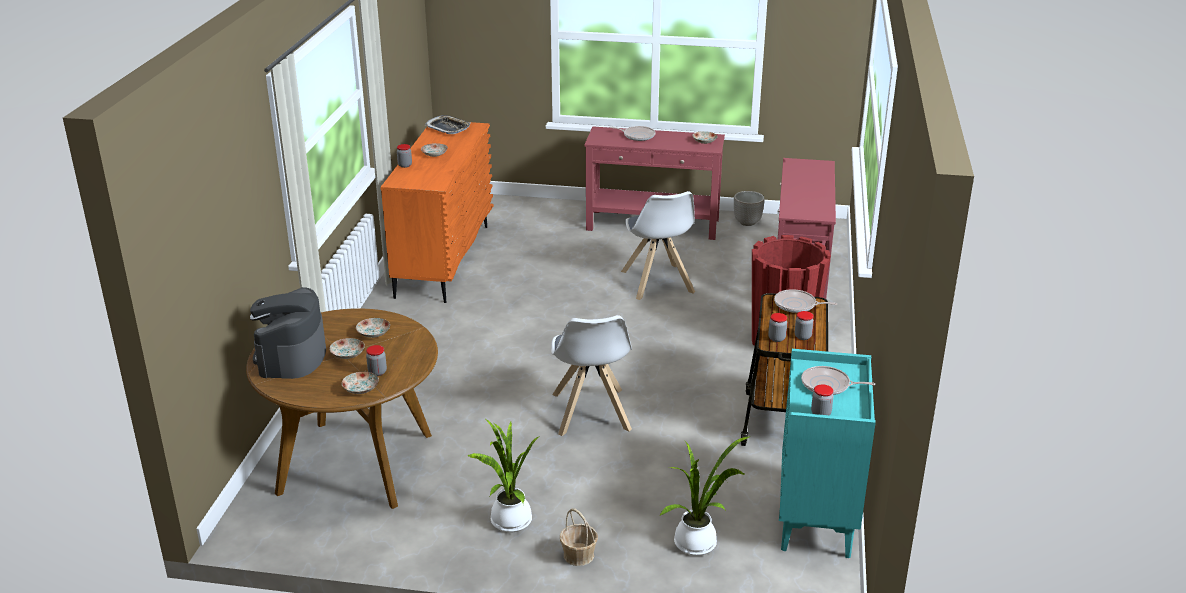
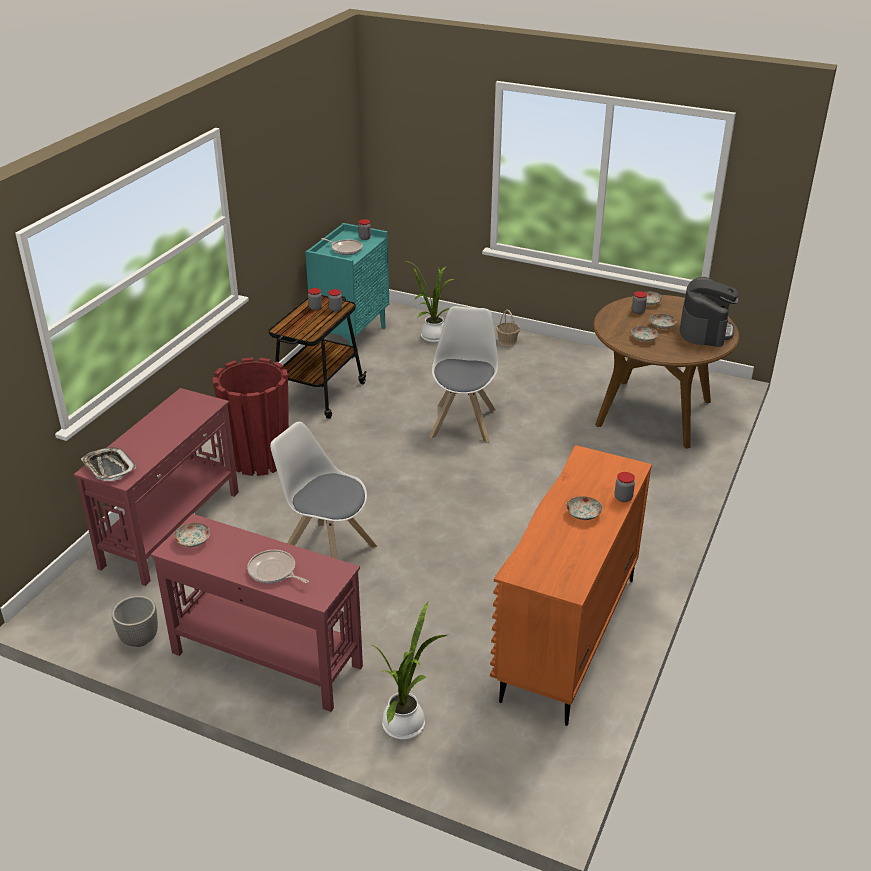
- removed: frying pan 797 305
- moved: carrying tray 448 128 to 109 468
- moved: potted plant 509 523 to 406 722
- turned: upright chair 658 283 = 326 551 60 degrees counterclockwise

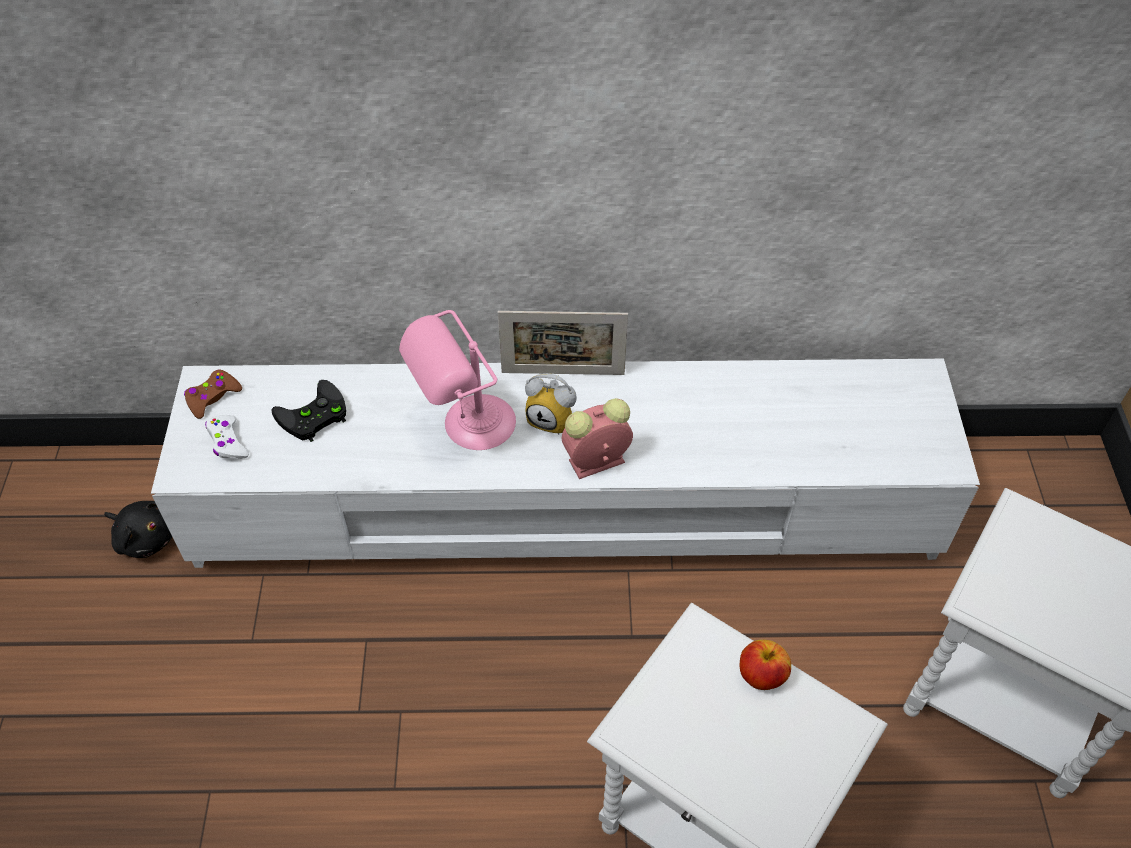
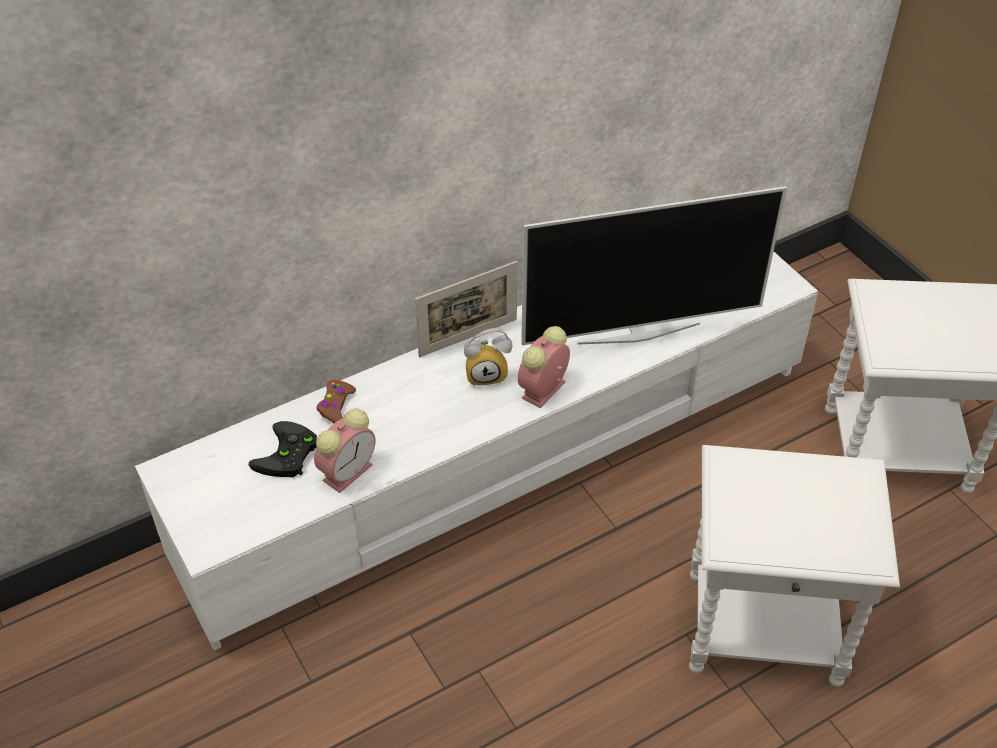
- removed: soft toy (black-coloured) 145 537
- removed: game controller (whitish) 228 442
- removed: lamp for a table (pink-coloured) 467 429
- removed: whole apple 761 676
- added: bedside clock 348 471
- added: TV 638 332
- moved: game controller (brownish) 212 397 to 336 406

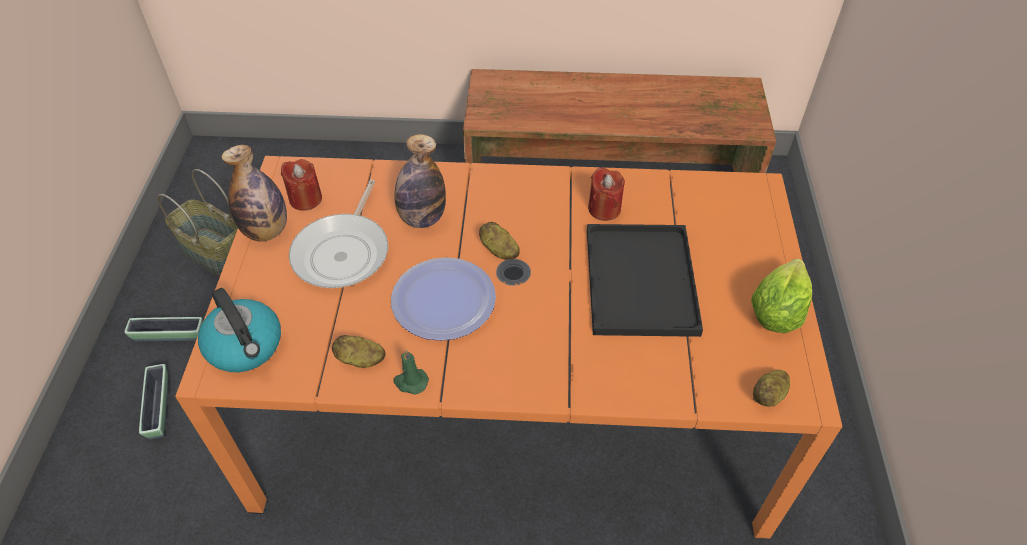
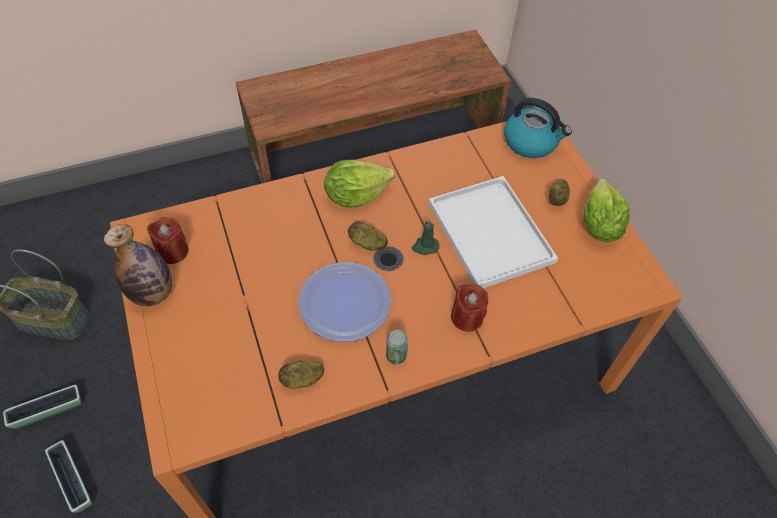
- removed: frying pan 344 252
- removed: drink bottle 422 218
- added: lettuce head 355 195
- added: sealed can 396 356
- moved: tea kettle 246 346 to 531 142
- moved: candle (greenish) 410 382 to 425 246
- moved: candle (red-coloured) 604 209 to 467 317
- moved: spud 769 396 to 557 199
- recoloured: carrying tray (black-coloured) 638 278 to carrying tray (whitish) 488 231

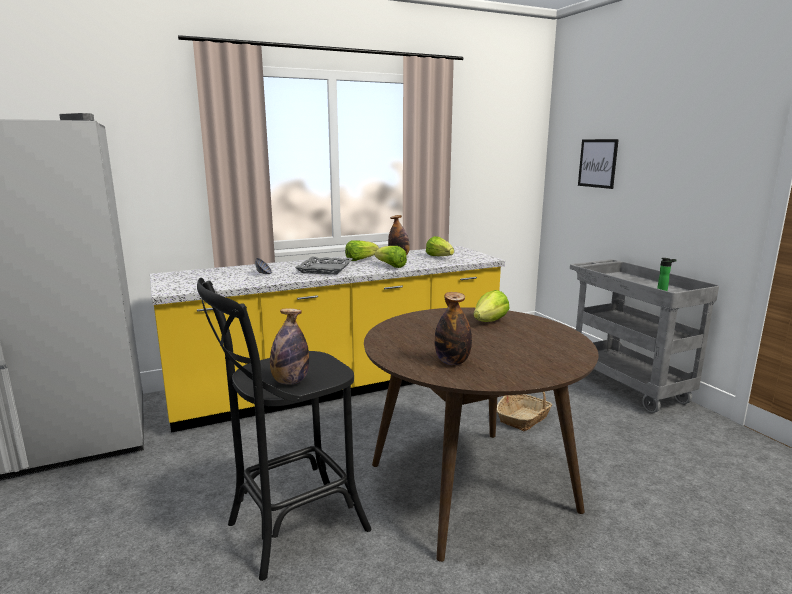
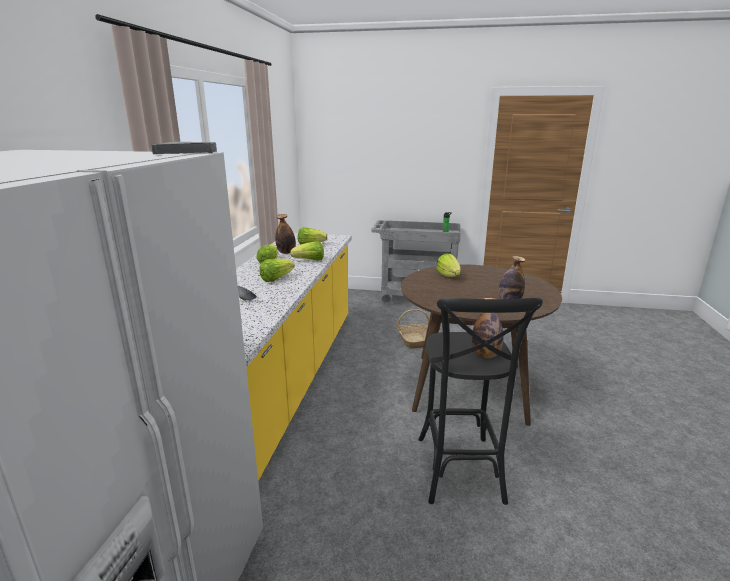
- removed: picture 597 163
- replaced: carrying tray (grey) 324 269 to lettuce head 276 279

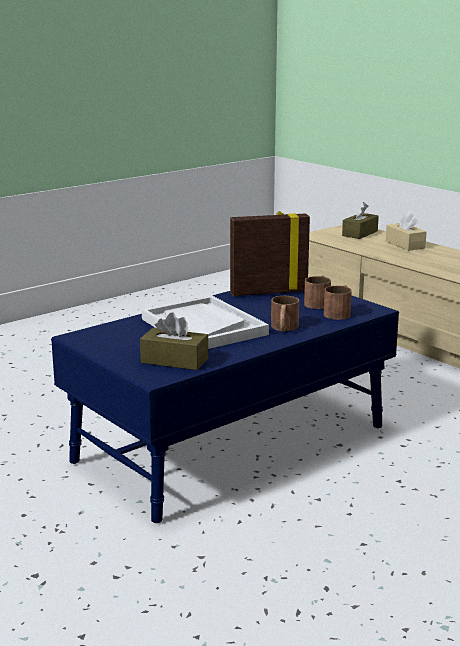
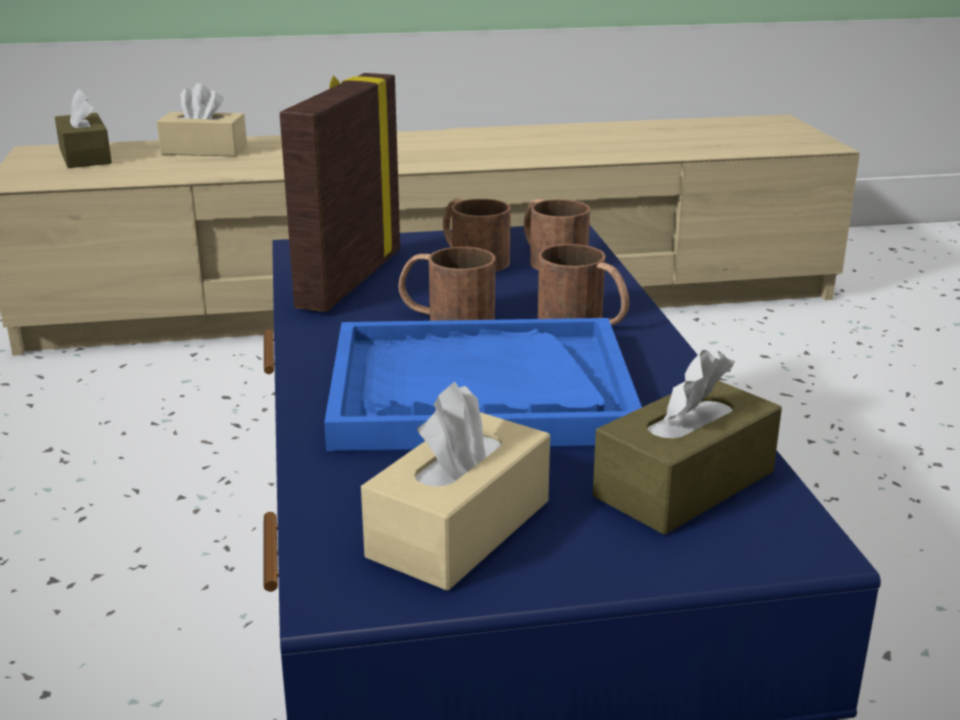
- added: tissue box (beige) 459 528
- added: tea mug (brownish) 446 317
- recoloured: carrying tray (whitish) 203 326 to carrying tray (blue-coloured) 479 391

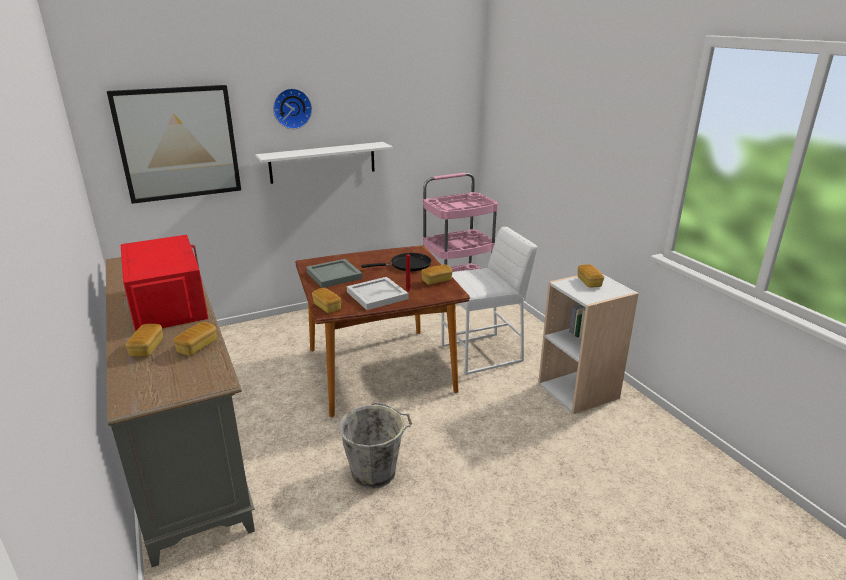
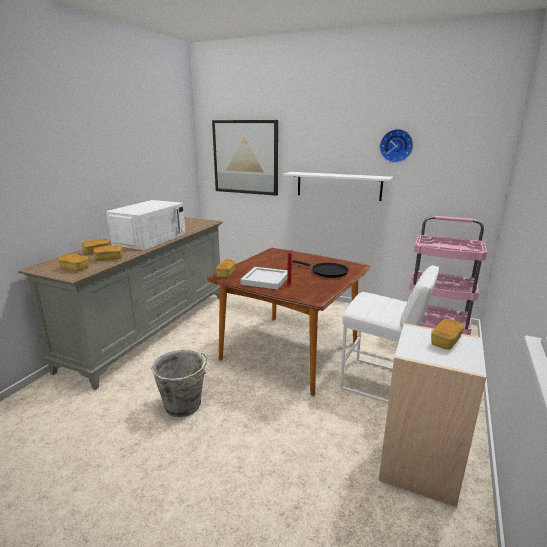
- removed: carrying tray (grey) 333 275
- moved: wall clock 292 108 to 396 146
- moved: bakery bread 436 281 to 74 268
- recoloured: microwave (red-coloured) 167 303 to microwave (whitish) 150 238

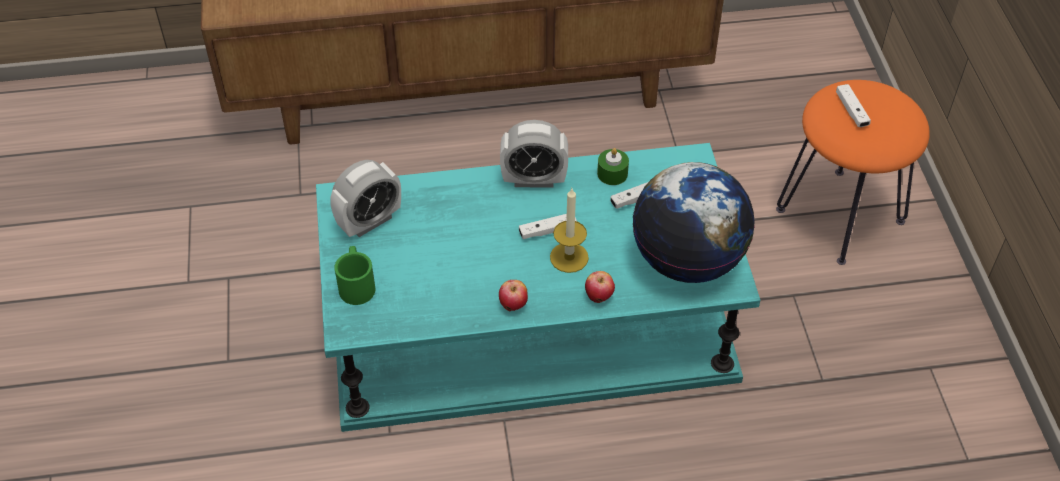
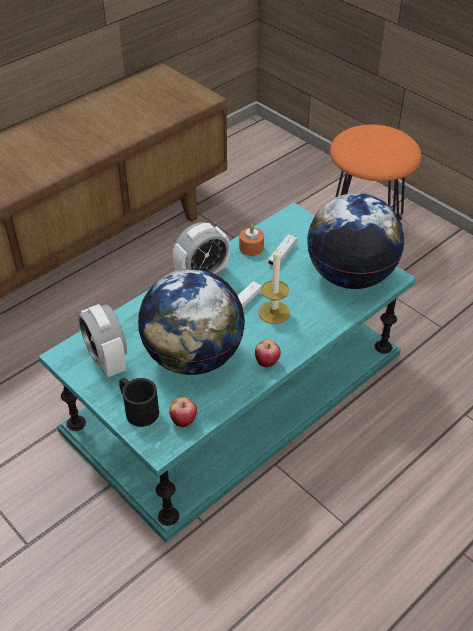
- removed: game controller (whitish) 851 111
- added: globe 193 357
- moved: whole apple 599 297 to 184 421
- recoloured: tea mug (greenish) 356 283 to tea mug (black-coloured) 137 409
- recoloured: candle (greenish) 612 174 to candle (orangey) 251 247
- turned: bedside clock 369 221 = 107 360 135 degrees clockwise

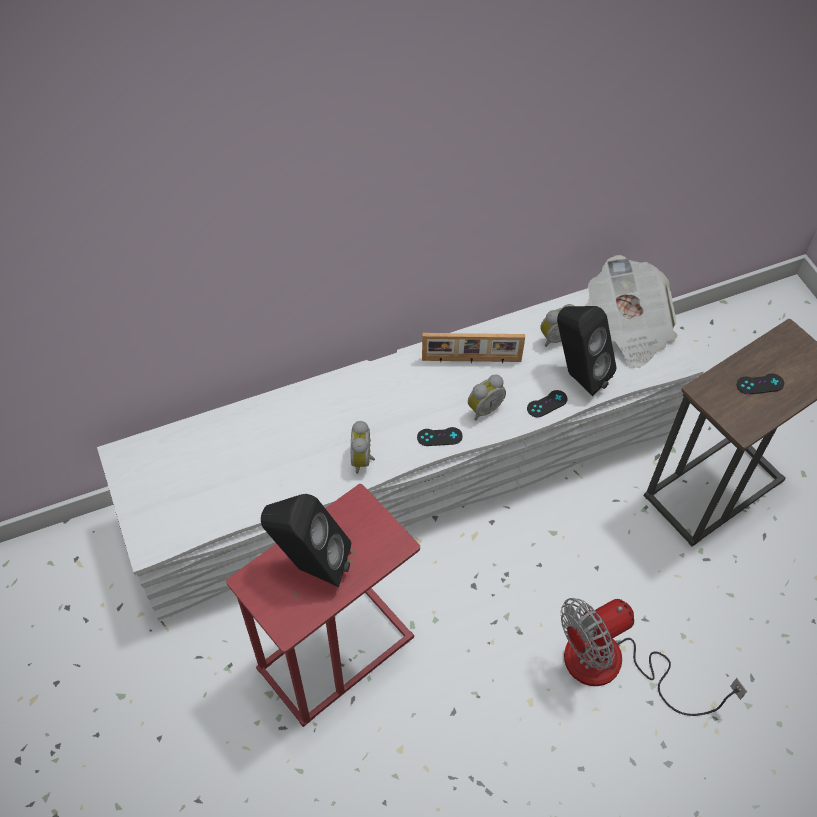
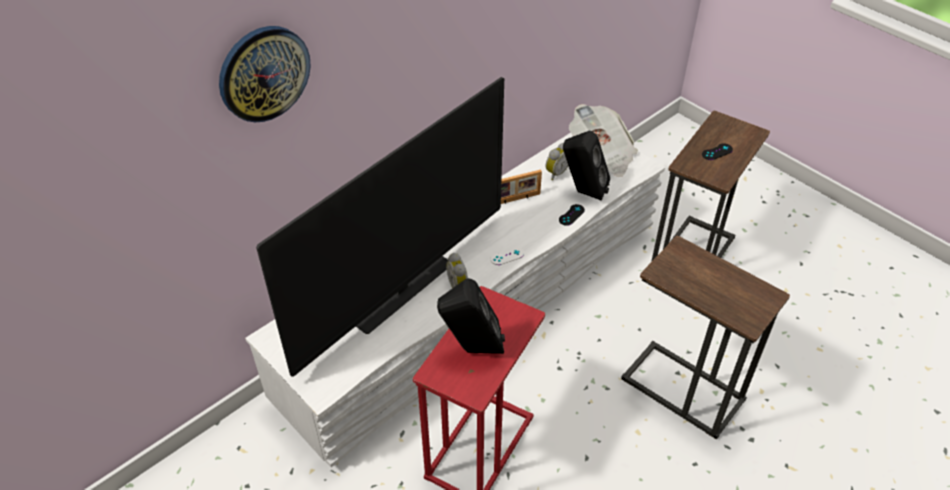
- removed: bedside clock 483 408
- added: wall clock 264 73
- added: TV 403 292
- replaced: fan 614 667 to accent table (brownish) 684 389
- recoloured: game controller (black-coloured) 439 437 to game controller (whitish) 507 256

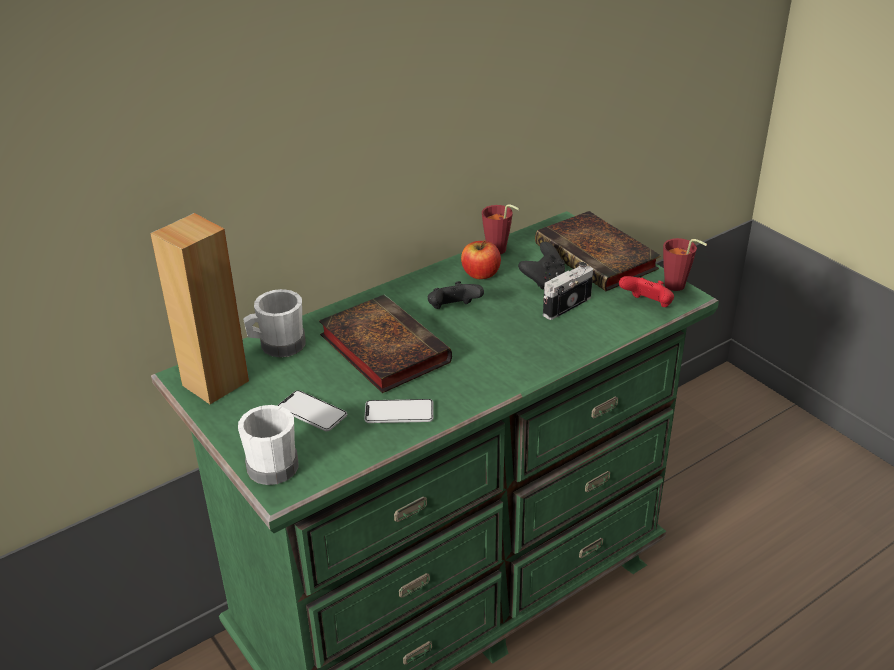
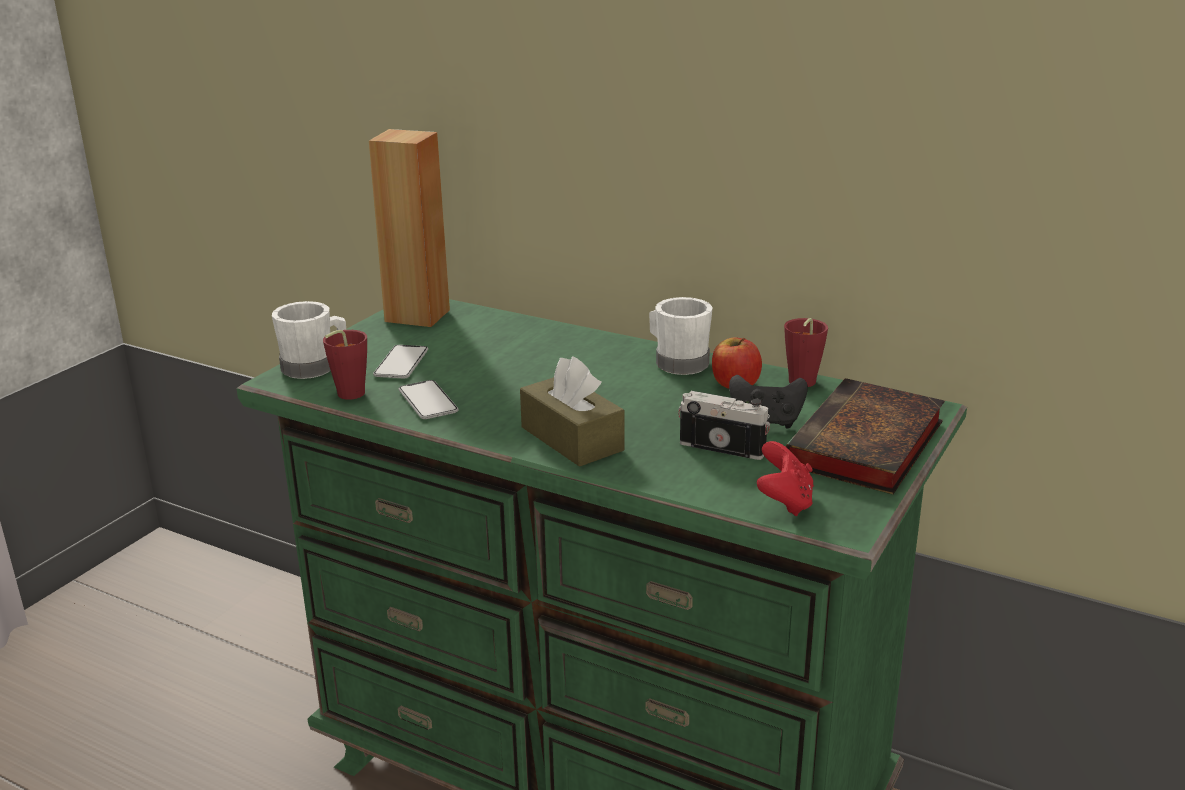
- removed: book 381 348
- removed: game controller (black-coloured) 453 310
- added: tissue box (brownish) 572 439
- moved: tea mug (whitish) 277 346 to 677 362
- moved: cup (red-coloured) 678 287 to 347 396

